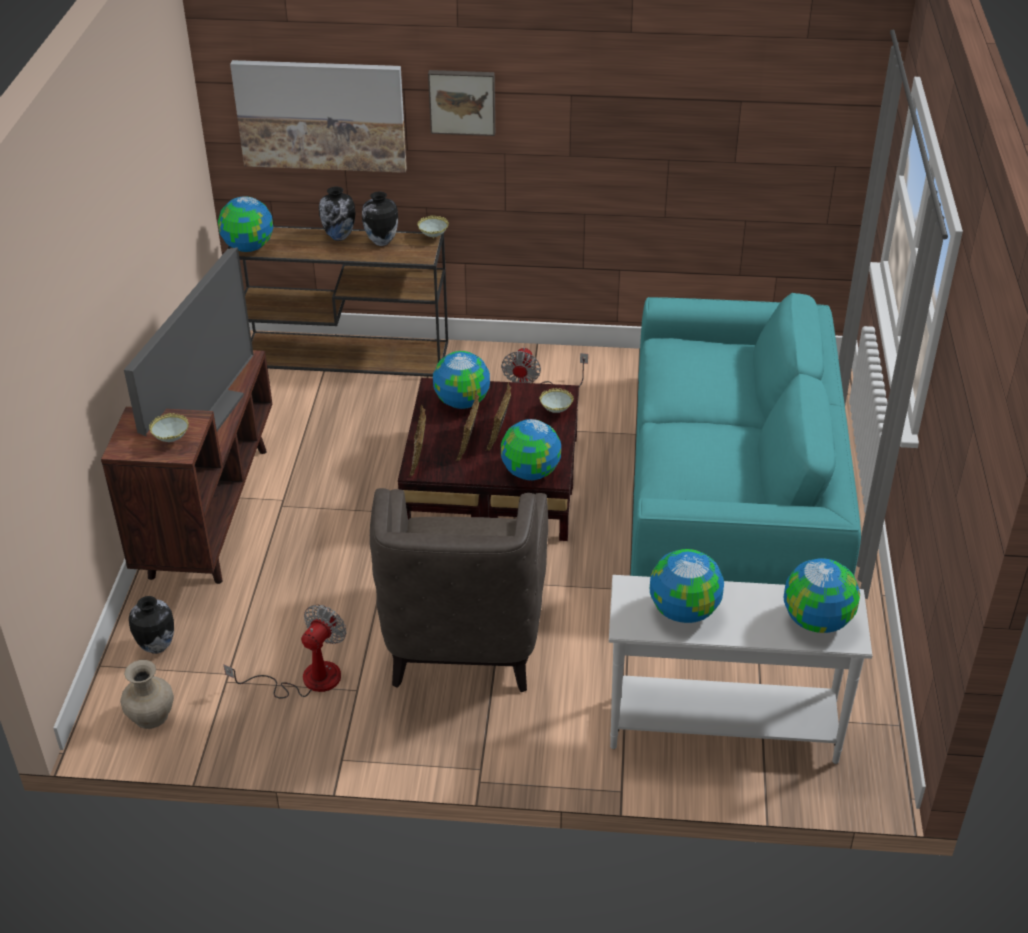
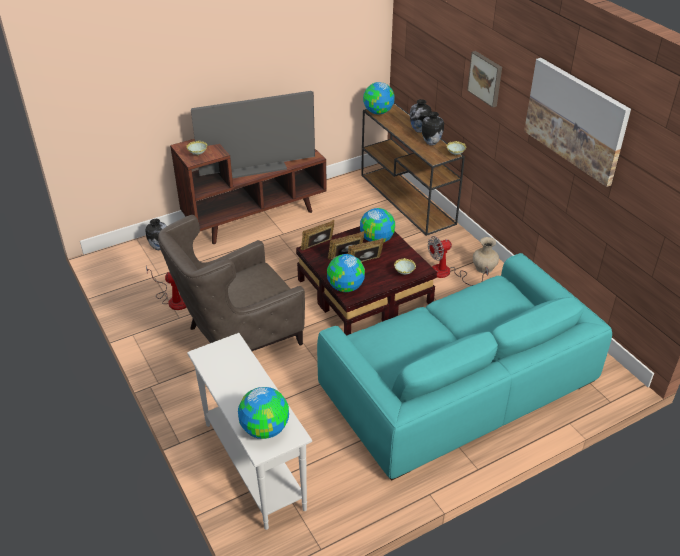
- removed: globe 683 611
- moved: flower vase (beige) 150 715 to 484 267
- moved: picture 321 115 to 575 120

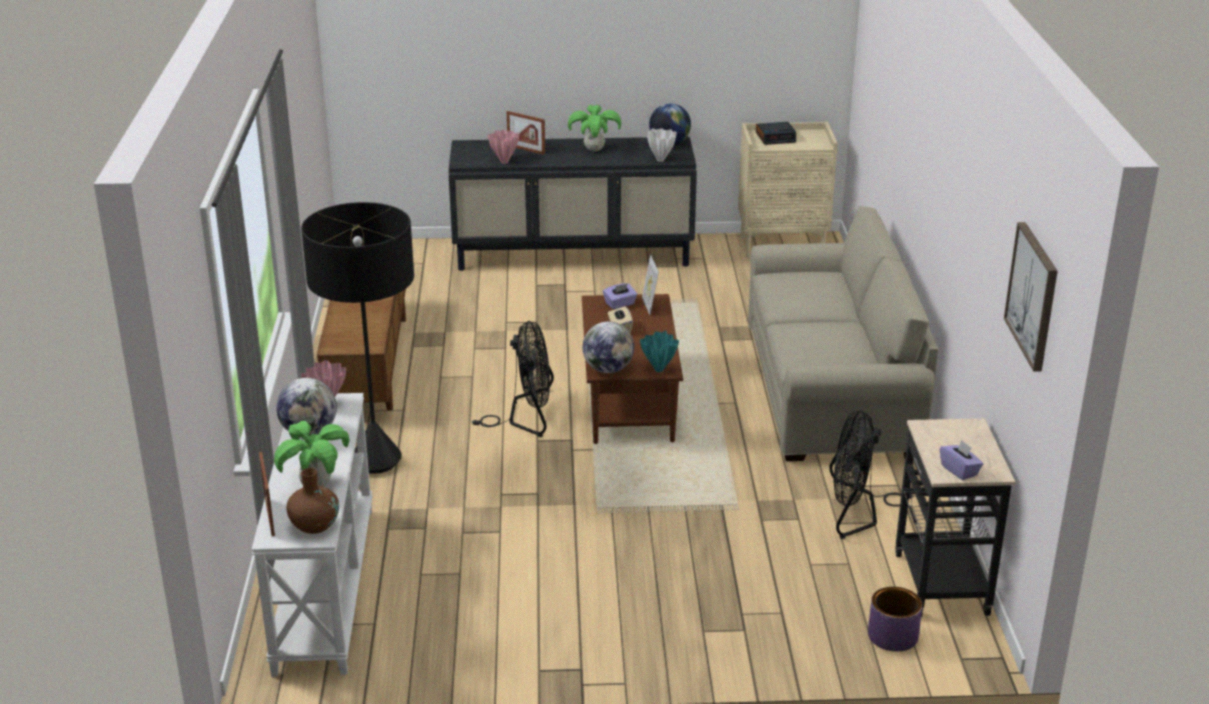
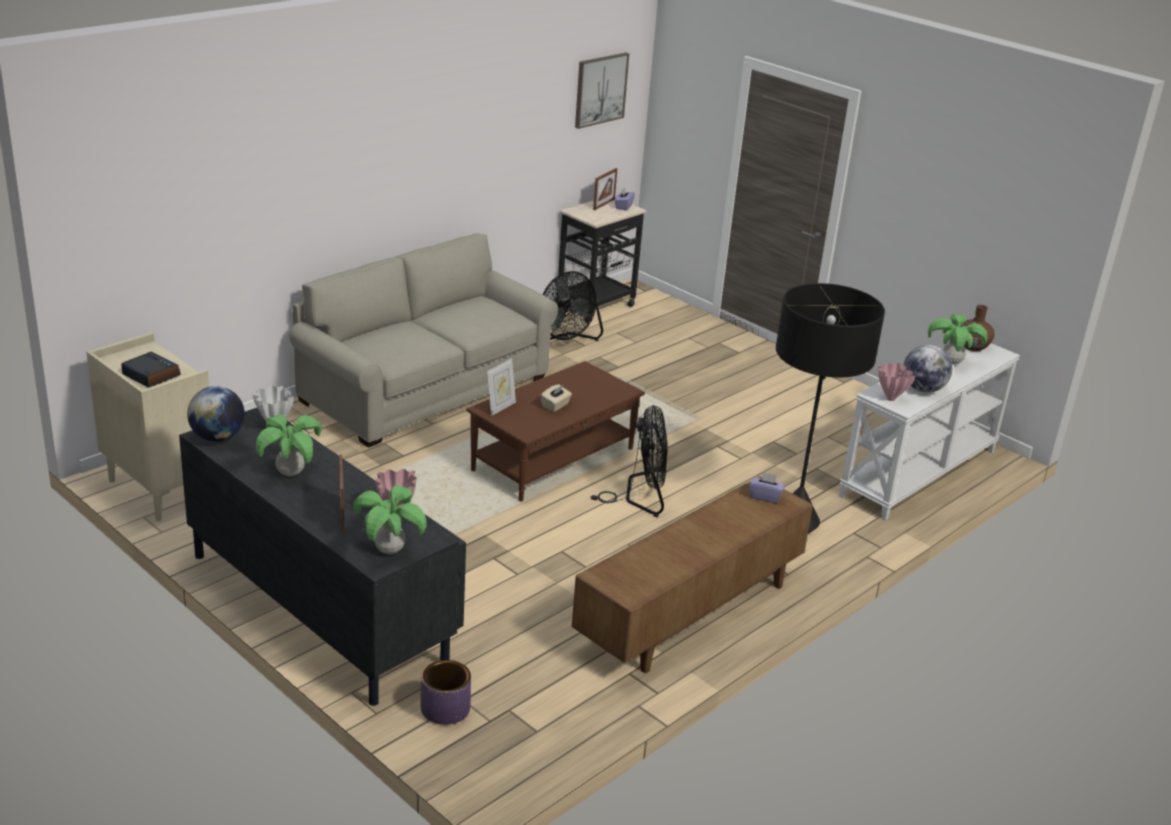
- removed: globe 608 369
- removed: flower vase (turquoise) 658 370
- added: potted plant 390 550
- moved: photo frame 269 516 to 604 204
- moved: tissue box (purplish) 620 304 to 765 497
- moved: planter (purplish) 892 637 to 445 709
- turned: fan (black-coloured) 525 414 = 640 493 135 degrees clockwise

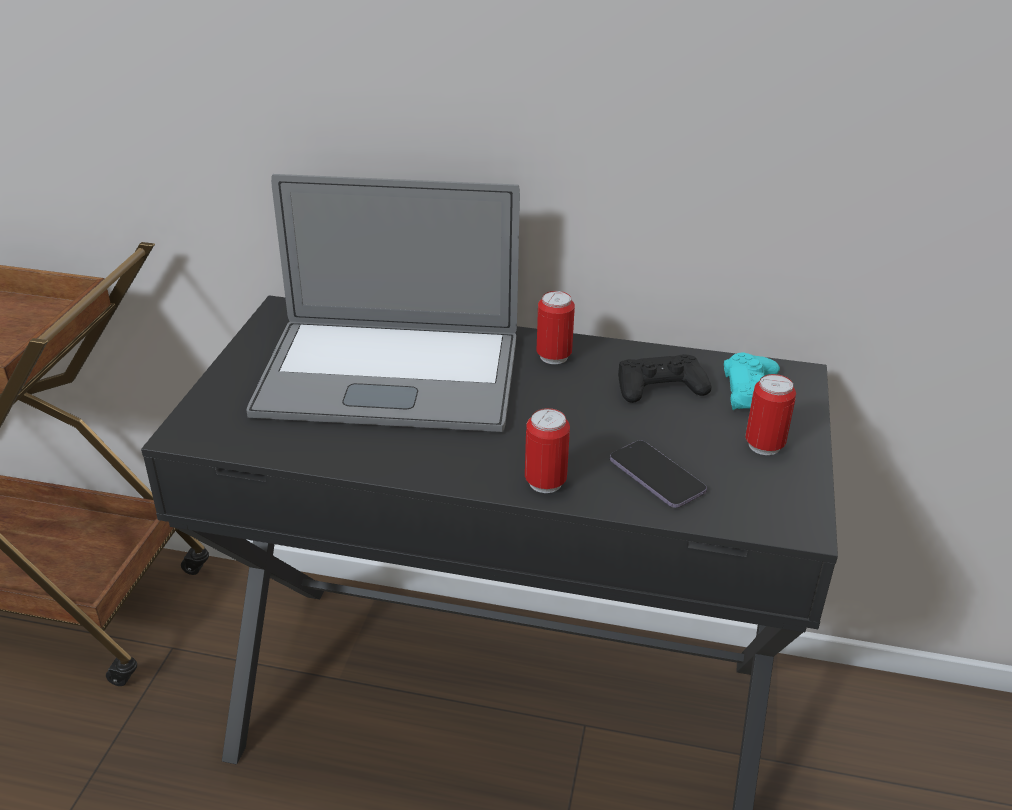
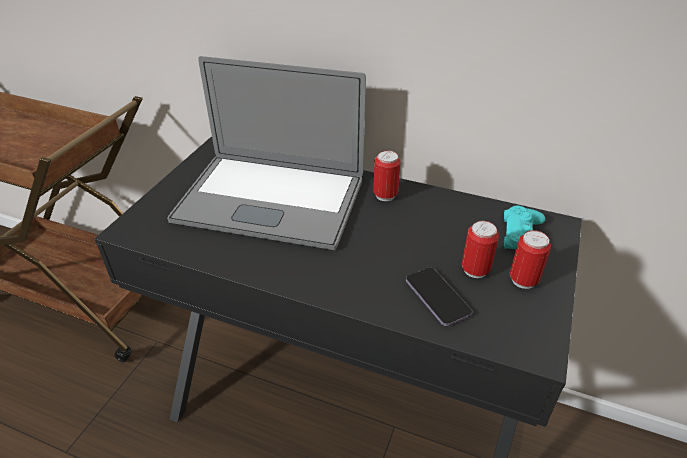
- removed: game controller (black-coloured) 660 387
- moved: sealed can 545 482 to 475 270

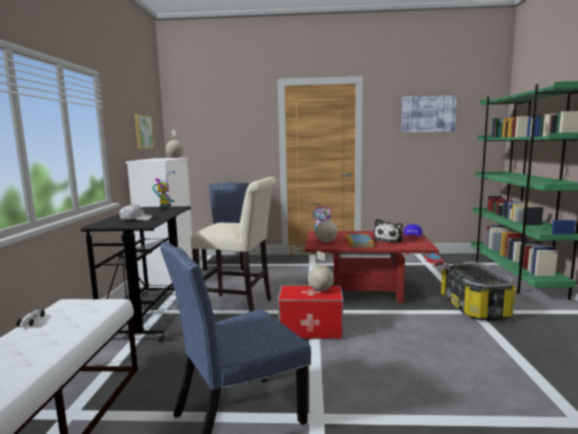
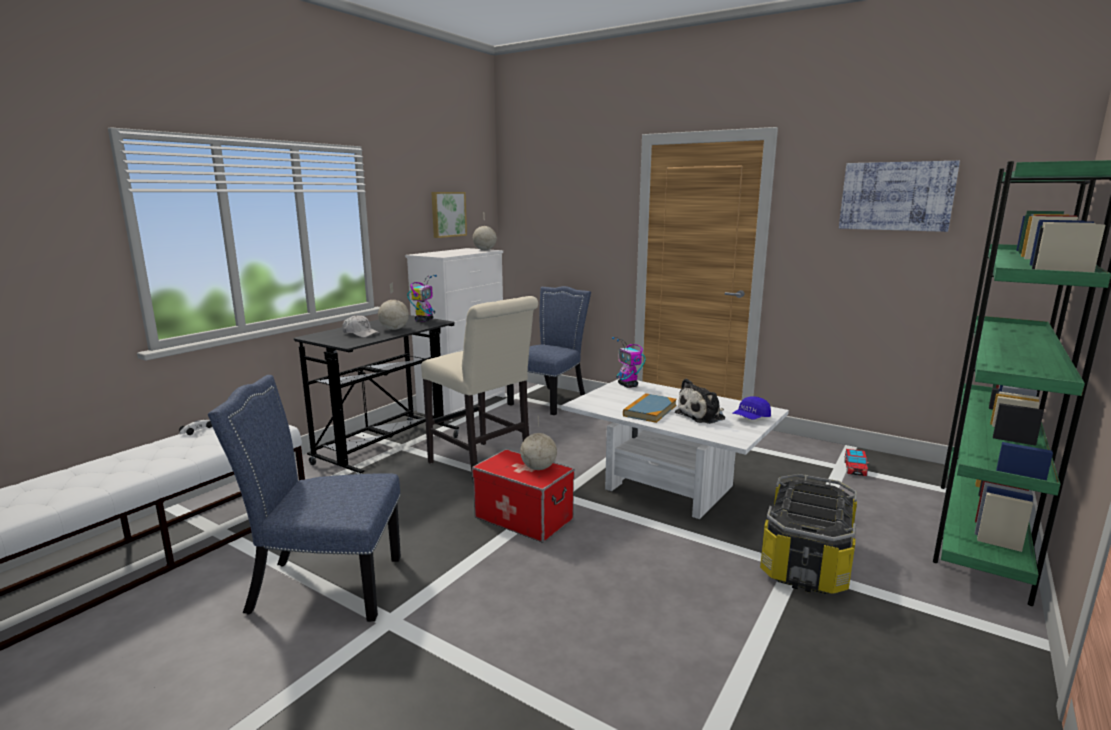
- moved: globe 326 241 to 394 329
- recoloured: coffee table (red-coloured) 366 292 to coffee table (whitish) 669 487

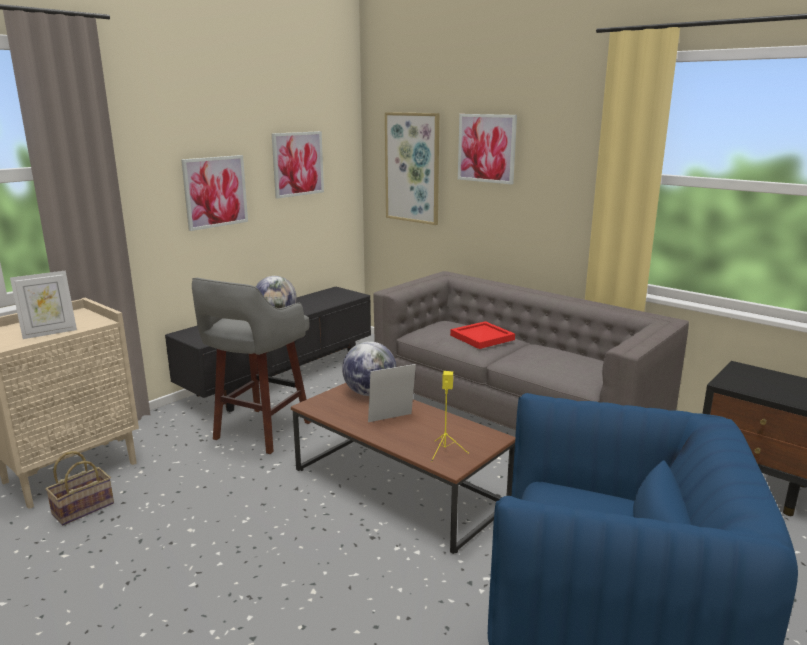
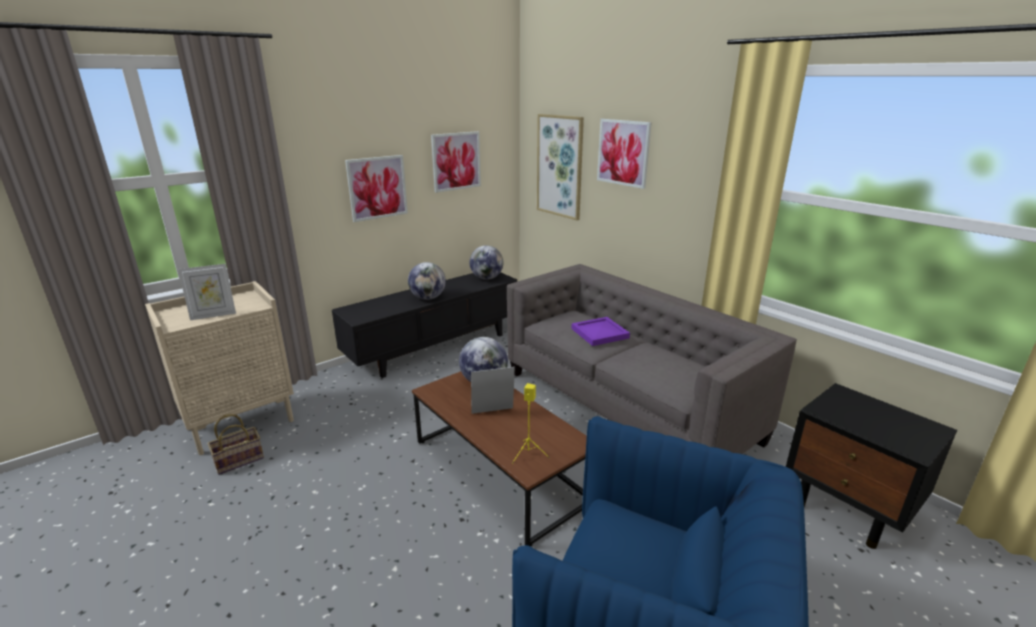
- removed: stool (grey) 260 432
- added: globe 486 278
- recoloured: carrying tray (red-coloured) 482 337 to carrying tray (purplish) 600 333

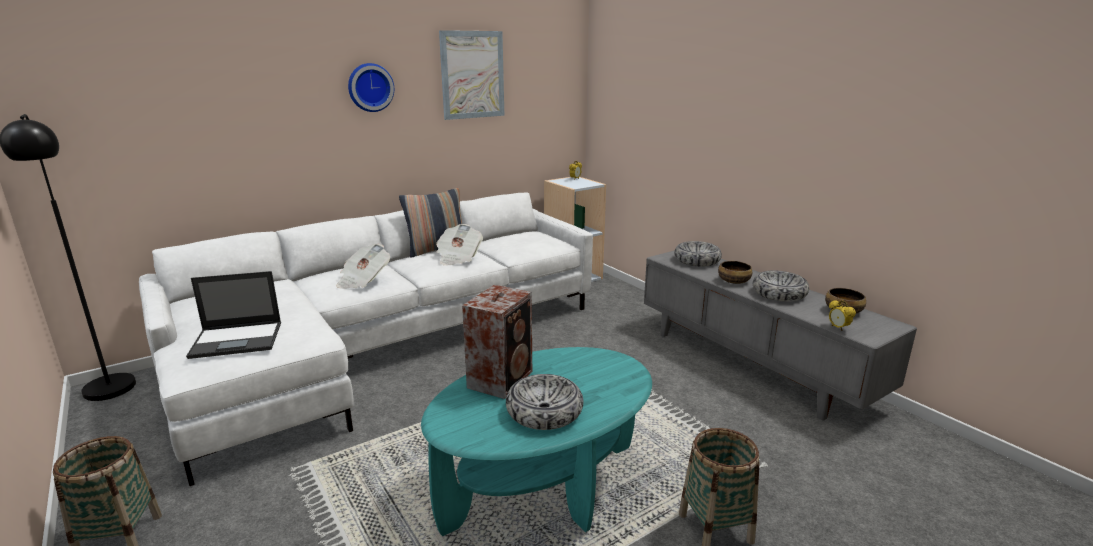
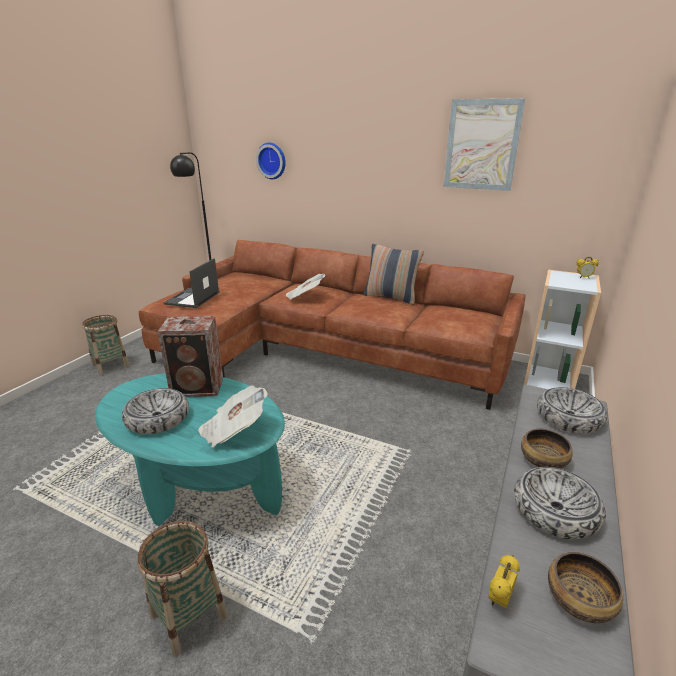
- moved: wall clock 370 87 to 272 161
- moved: daily paper 458 257 to 233 430
- recoloured: sofa (whitish) 383 346 to sofa (brownish) 323 351
- turned: laptop 238 340 = 192 298 60 degrees clockwise

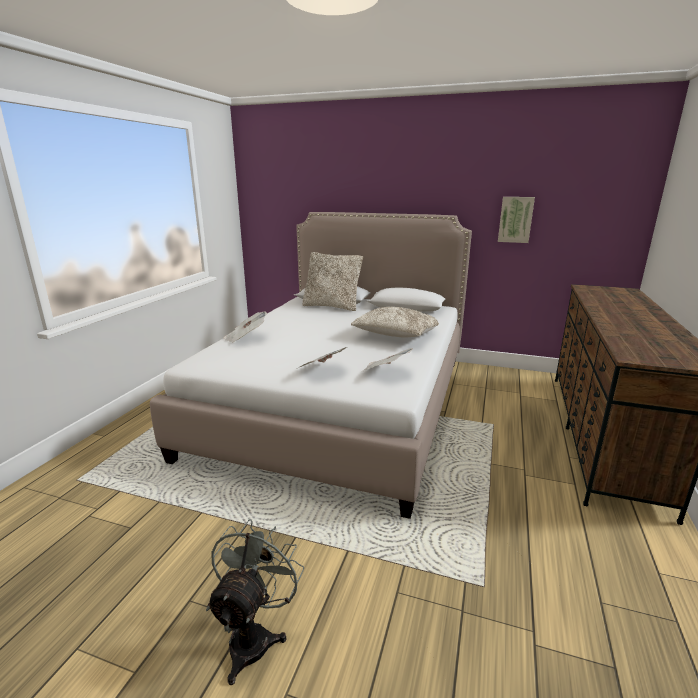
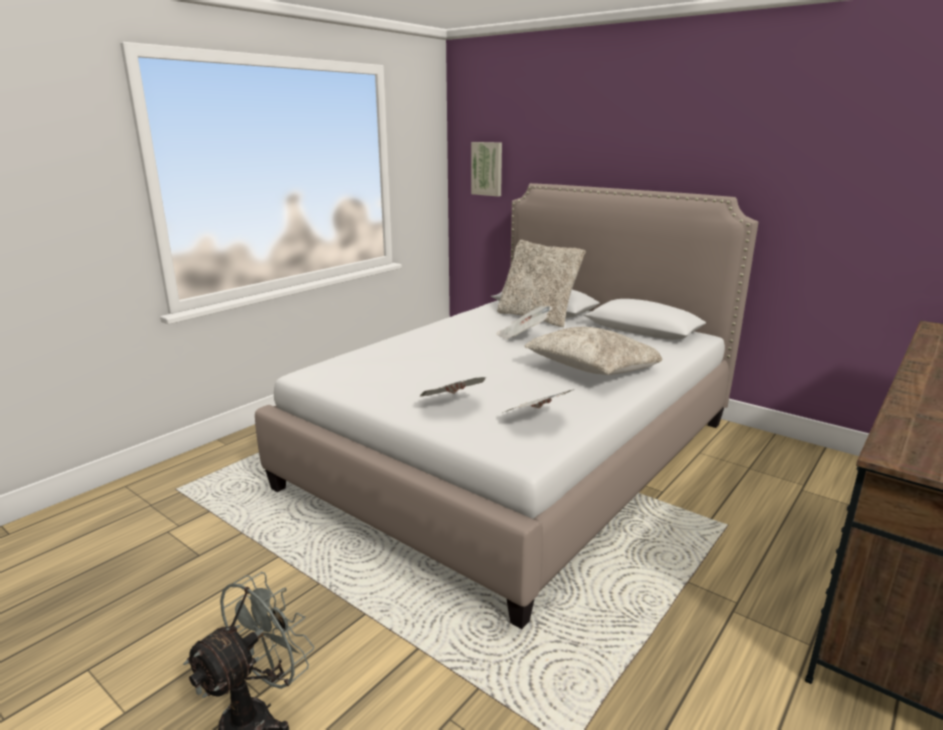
- moved: daily paper 245 338 to 522 336
- moved: picture 515 219 to 487 168

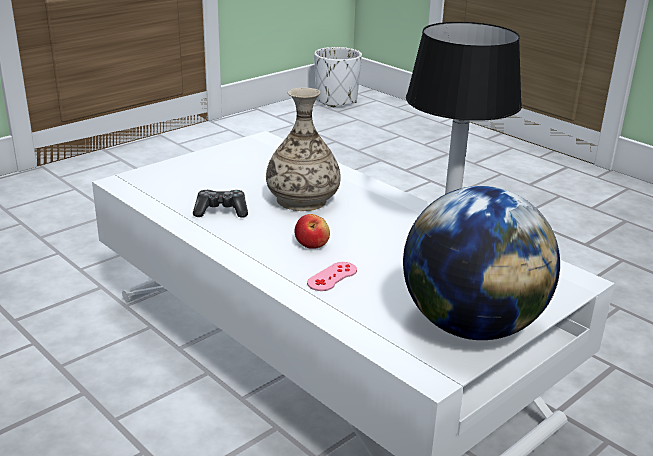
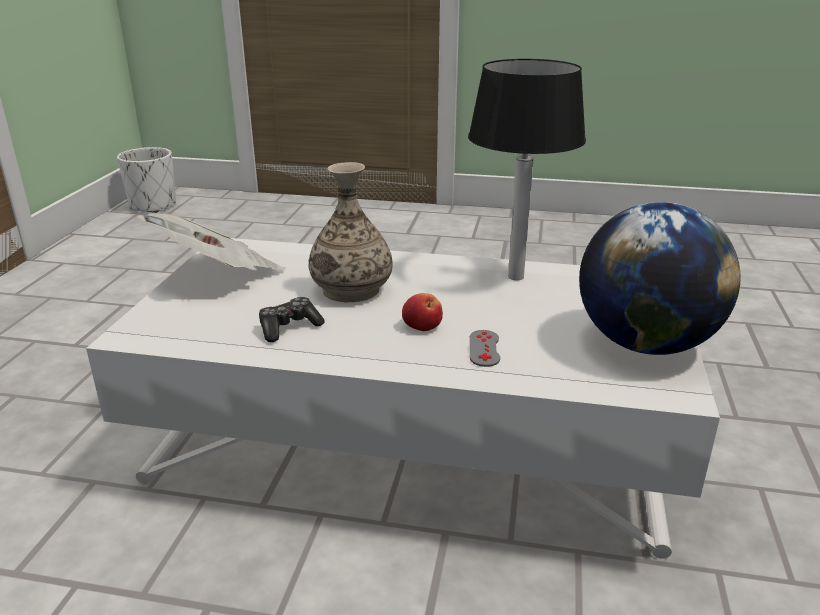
- added: daily paper 219 274
- recoloured: game controller (pink-coloured) 332 277 to game controller (grey) 484 348

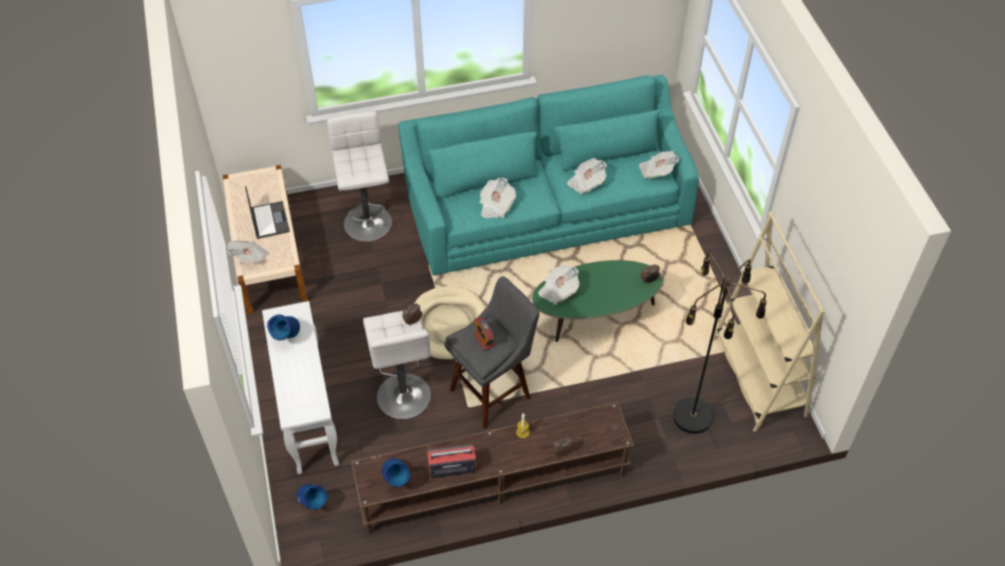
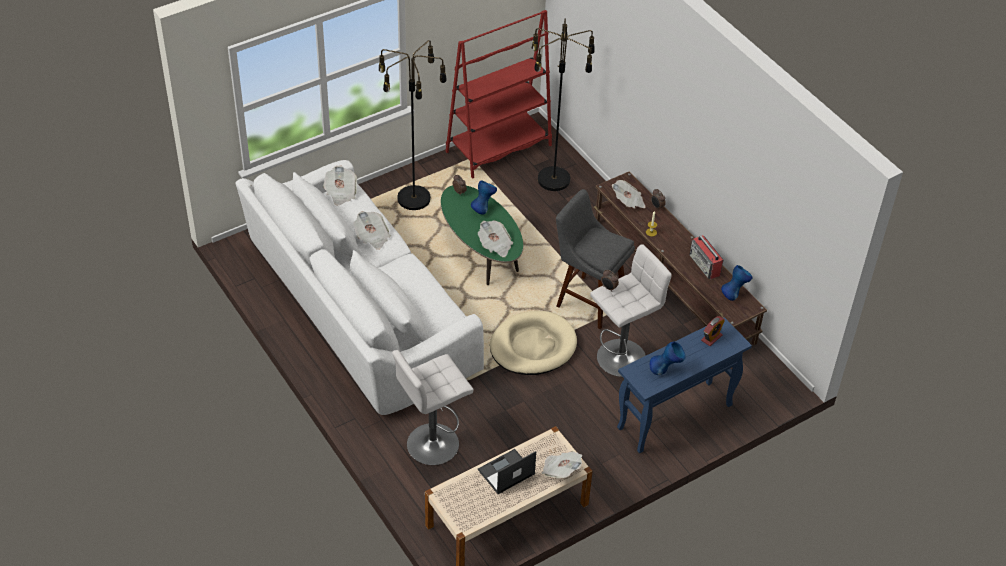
- added: standard lamp 413 199
- moved: flower vase (blue-coloured) 314 505 to 483 208
- moved: bedside clock 484 340 to 711 338
- moved: daily paper 496 206 to 628 202
- recoloured: hall table (whitish) 308 416 to hall table (blue-coloured) 674 417
- recoloured: sofa (turquoise) 547 206 to sofa (whitish) 359 310
- recoloured: bookshelf (beige) 758 377 to bookshelf (red-coloured) 499 149

